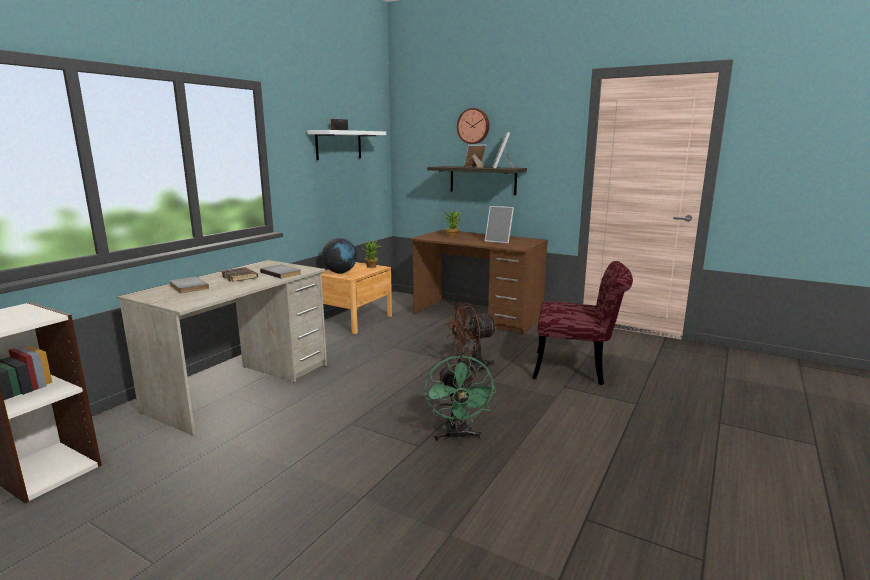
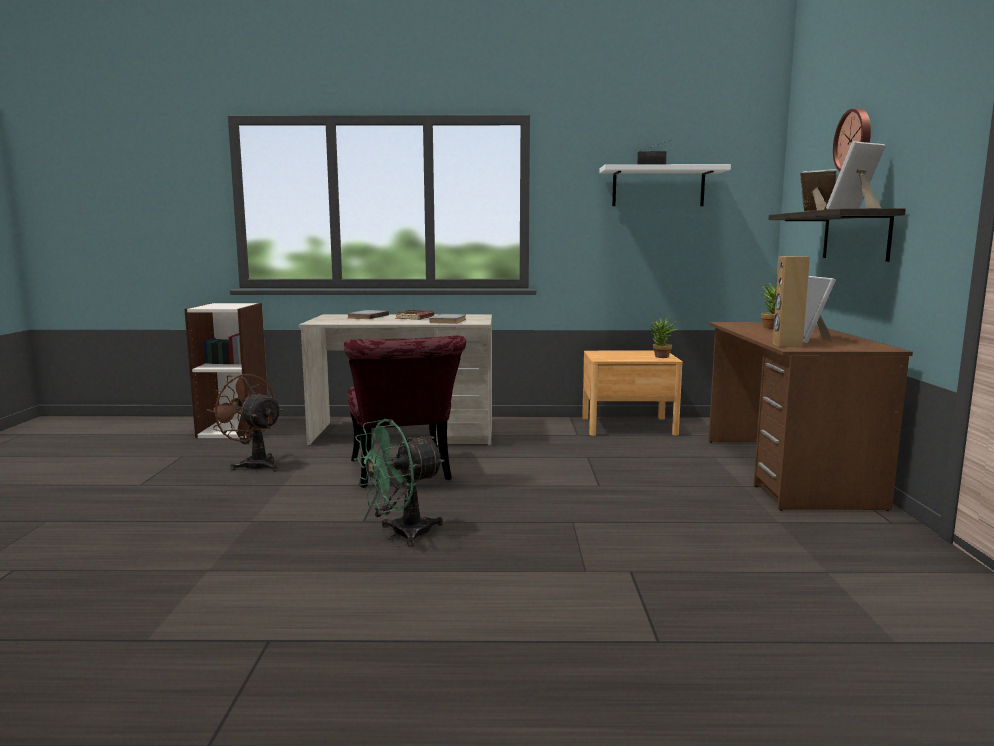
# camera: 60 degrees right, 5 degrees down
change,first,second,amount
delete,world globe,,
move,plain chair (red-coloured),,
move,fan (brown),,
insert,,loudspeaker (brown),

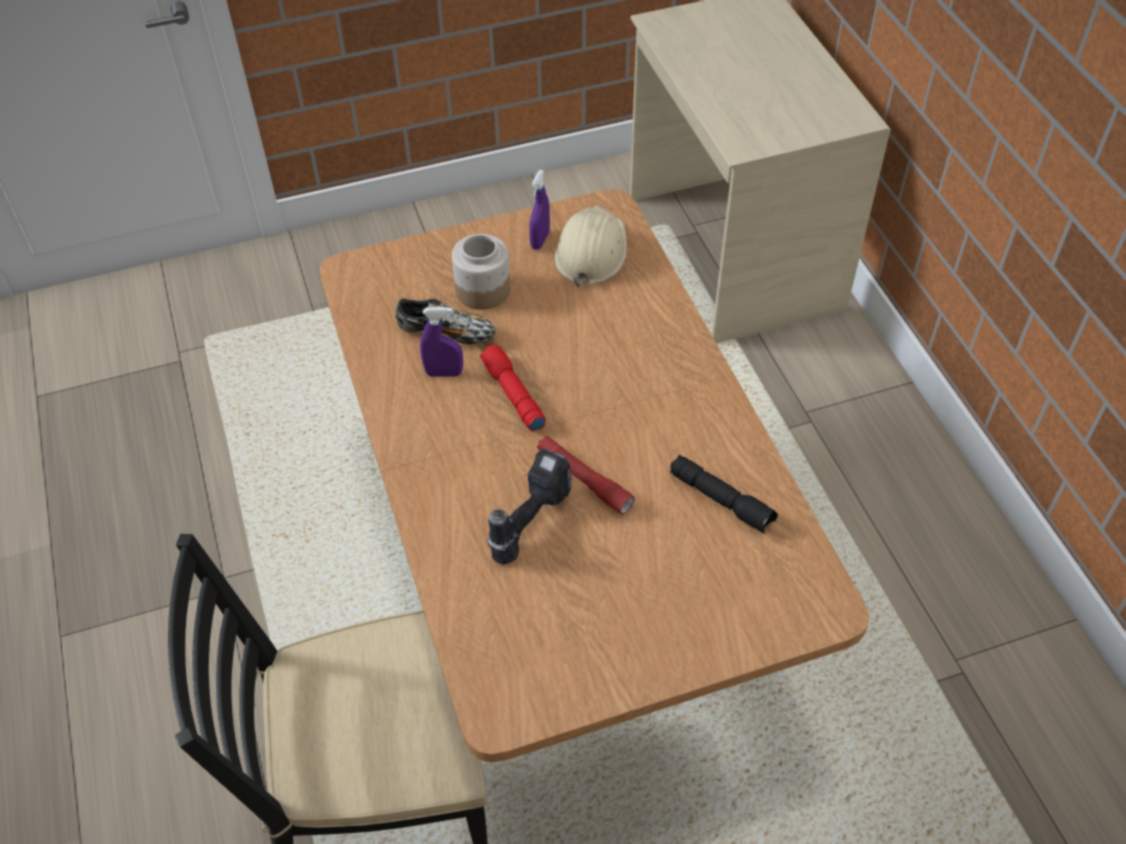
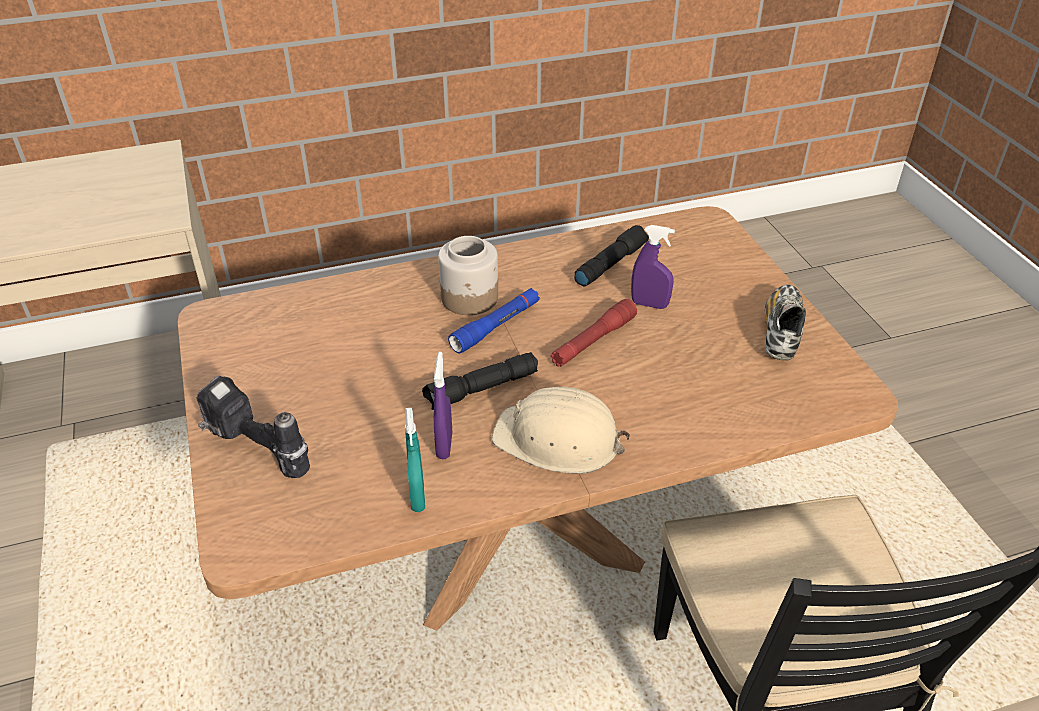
# camera: 90 degrees left, 10 degrees down
change,first,second,amount
move,sprayer (purplish) (2nd from left),,
move,hard hat (beige),,
move,storage jar,,
move,shoe,,
recolor,flashlight (red-coloured) (1st from left),flashlight (black-coloured) (1st from left),
move,electric drill,,
insert,,flashlight (bluish),
insert,,sprayer (turquoise-coloured),

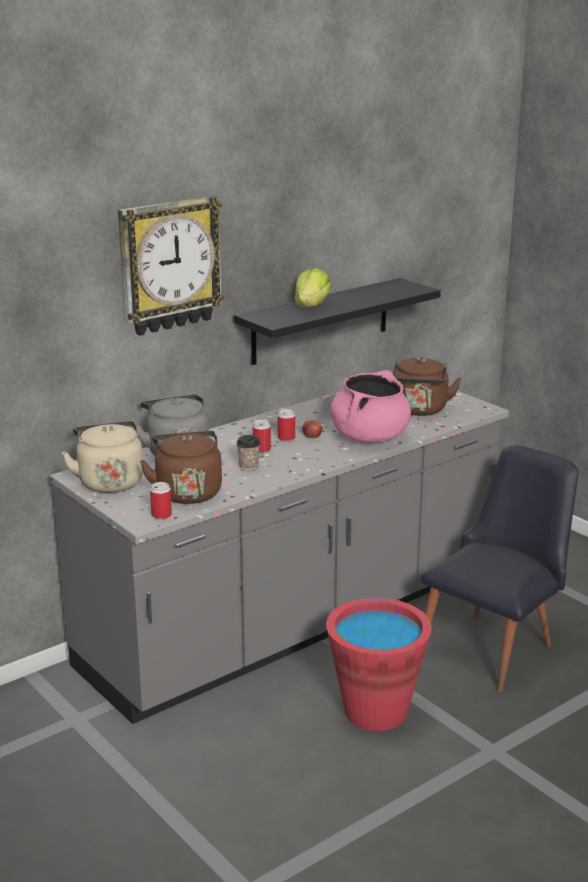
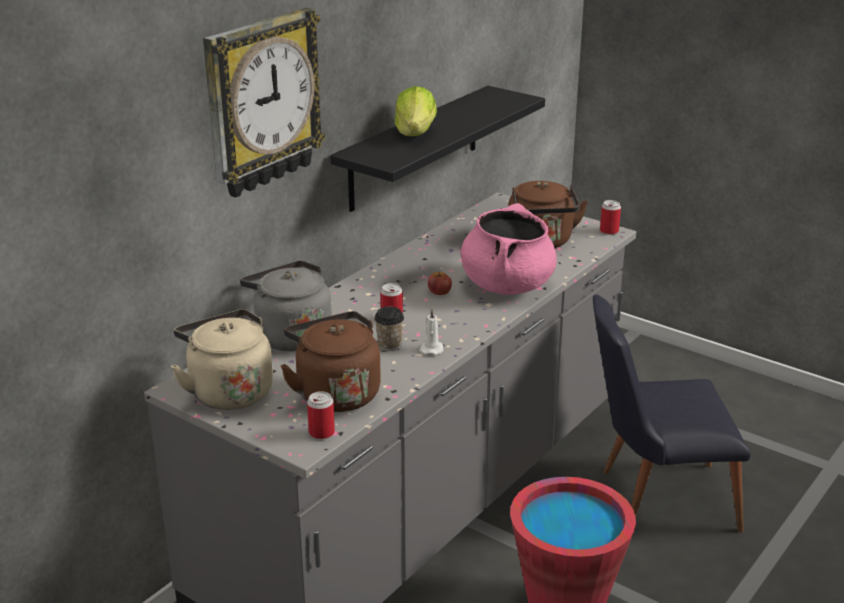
# camera: 15 degrees left, 5 degrees up
change,first,second,amount
move,can (3rd from left),,
rotate,plain chair (black-coloured),,120 degrees counterclockwise
insert,,candle (white-coloured),

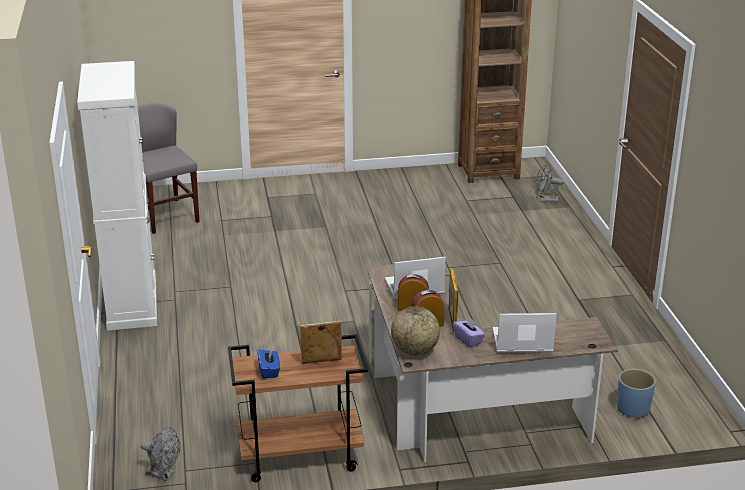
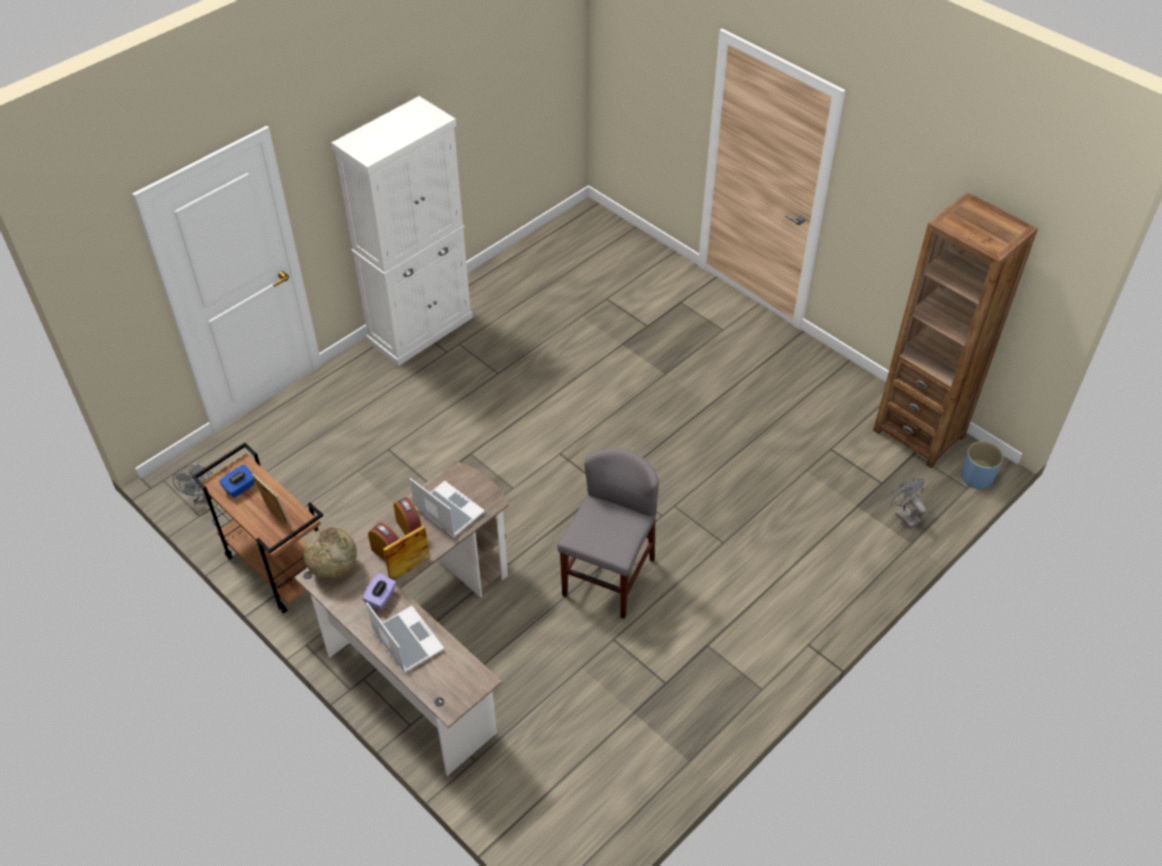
# camera: 55 degrees right, 20 degrees up
change,first,second,amount
move,plain chair (gray),,
move,planter (bluish),,

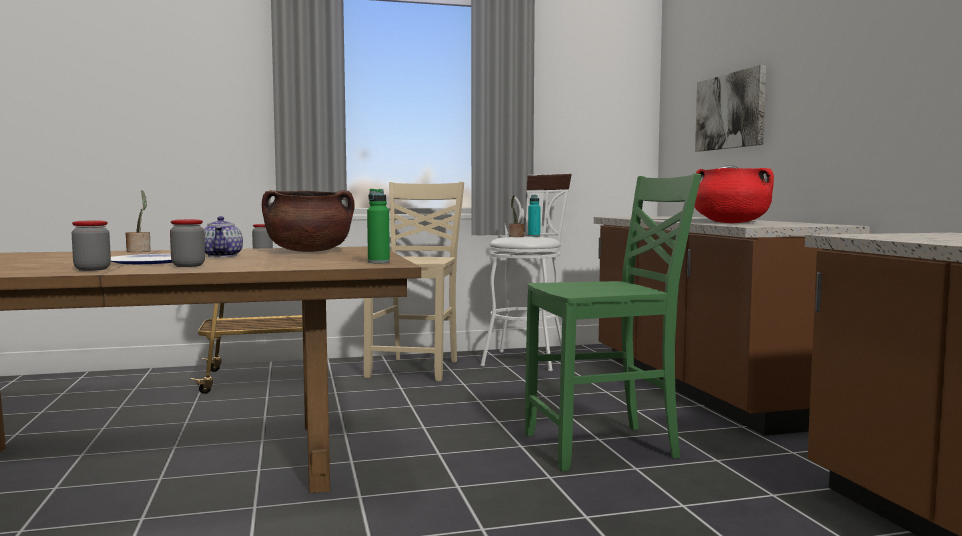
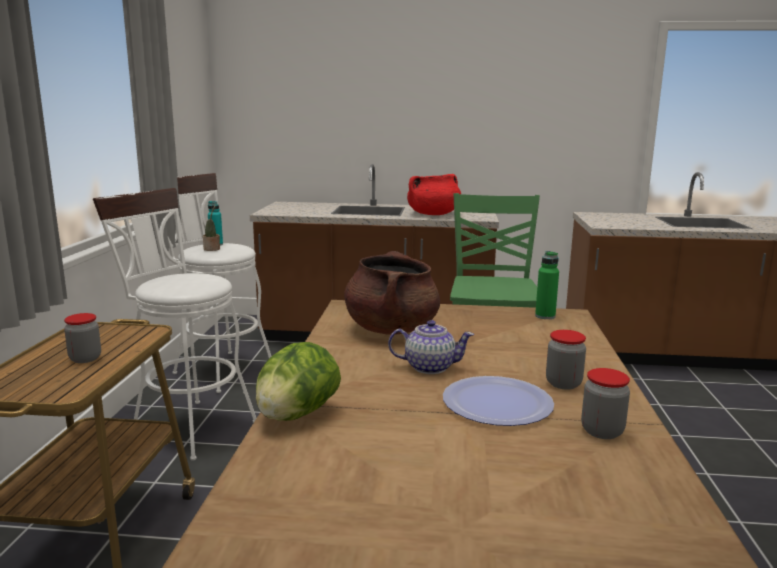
# camera: 70 degrees left, 10 degrees up
change,first,second,amount
delete,wall picture,,
replace,plain chair (beige),stool (white-coloured) (1st from left),
replace,potted plant (1st from left),lettuce head,

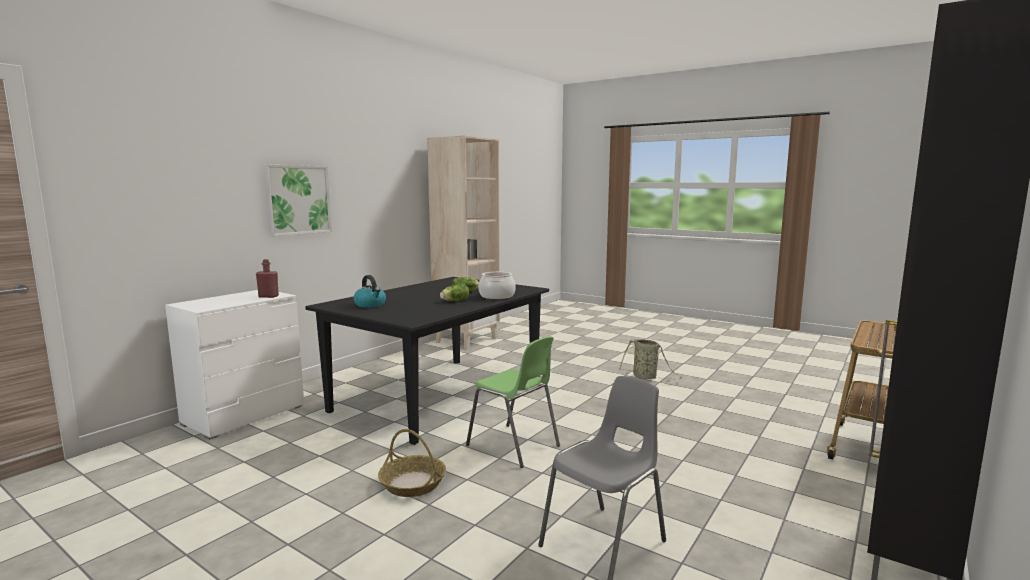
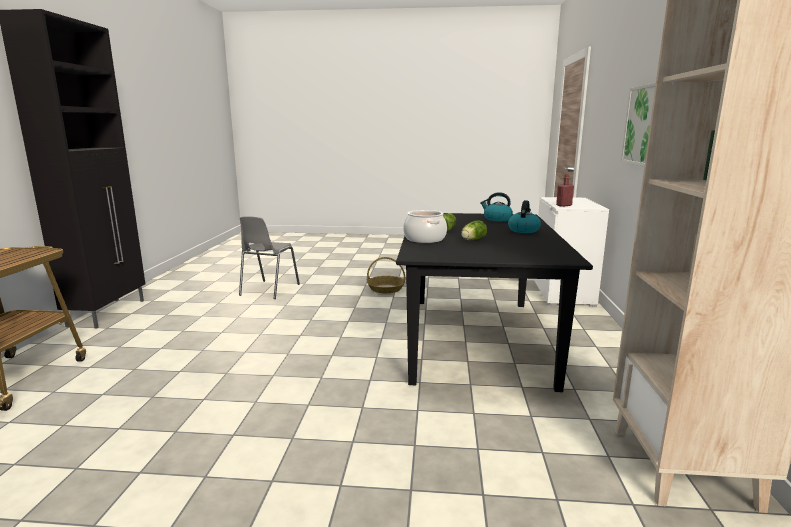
# camera: 150 degrees right, 5 degrees up
change,first,second,amount
delete,plain chair (green),,
delete,storage basket (2nd from left),,
insert,,water kettle (2nd from left),

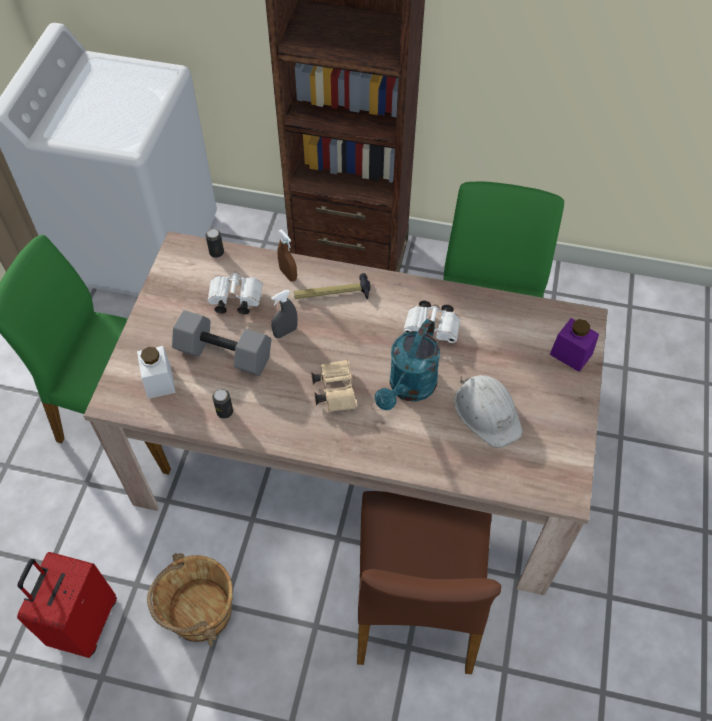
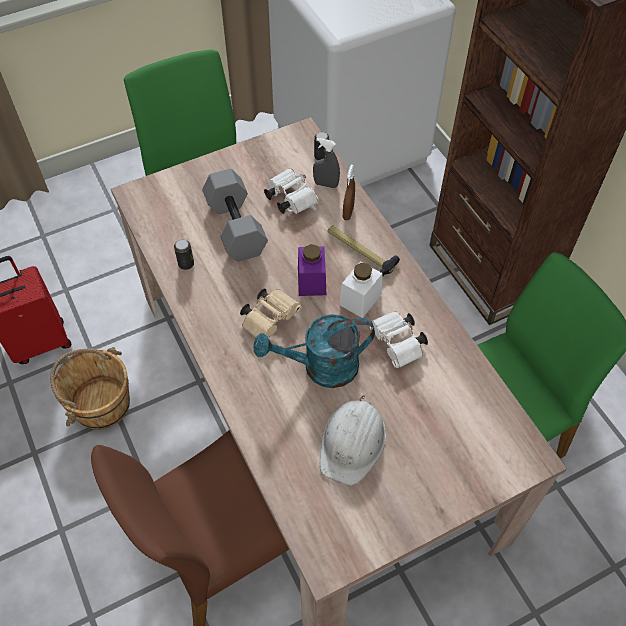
# camera: 50 degrees right, 0 degrees up
change,first,second,amount
move,sprayer (gray),,
move,storage jar (purplish),,
move,storage jar (white-coloured),,

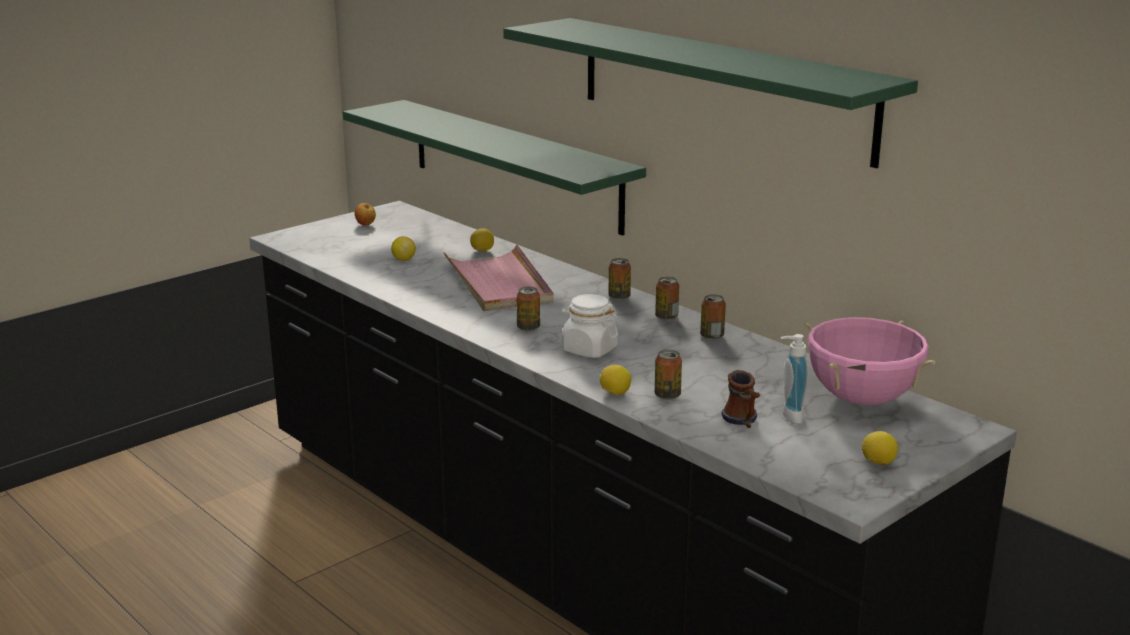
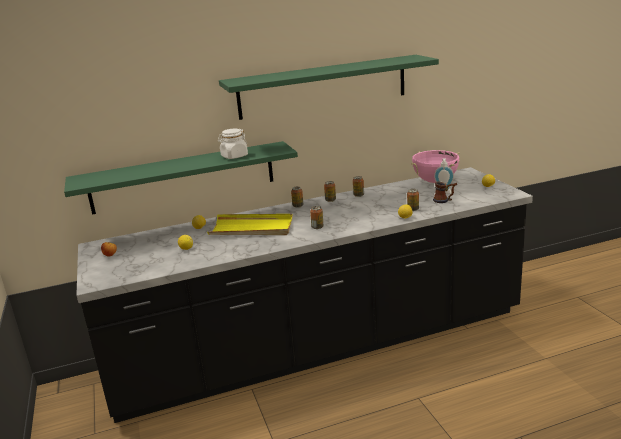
# camera: 65 degrees left, 0 degrees up
change,first,second,amount
recolor,serving tray (pink-coloured),serving tray (yellow-coloured),
move,storage jar (white-coloured),,

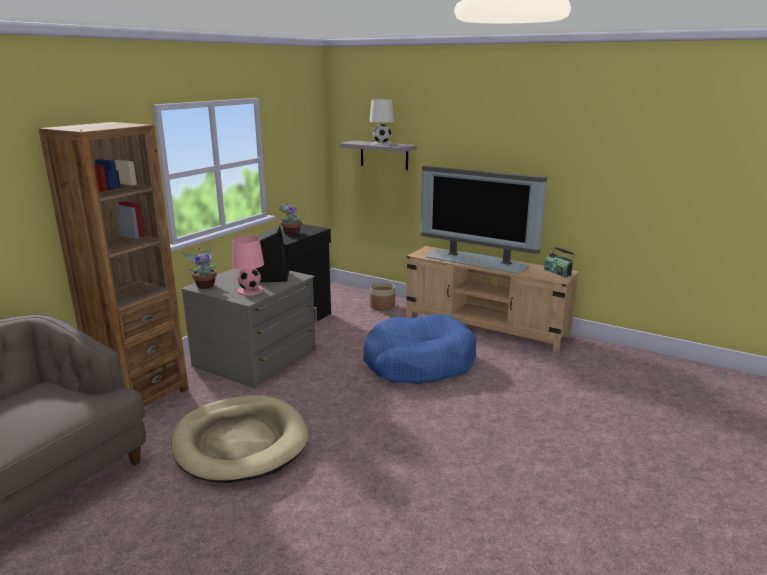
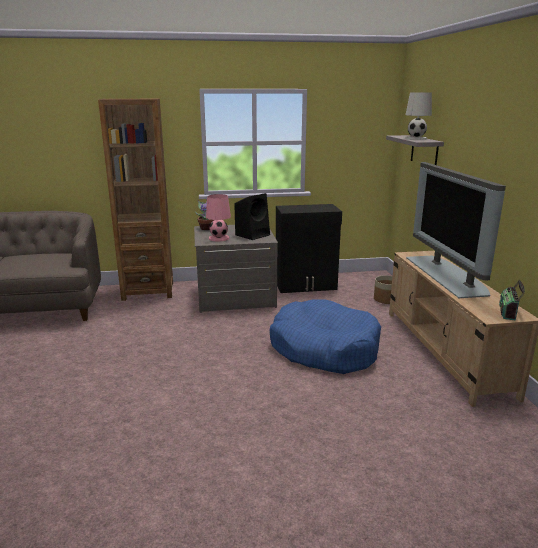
# camera: 50 degrees right, 0 degrees up
change,first,second,amount
delete,potted plant (2nd from left),,
delete,dog cushion (beige),,

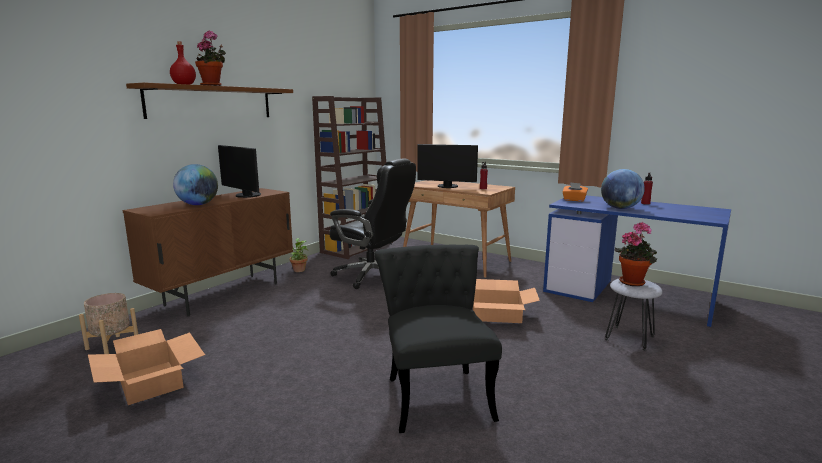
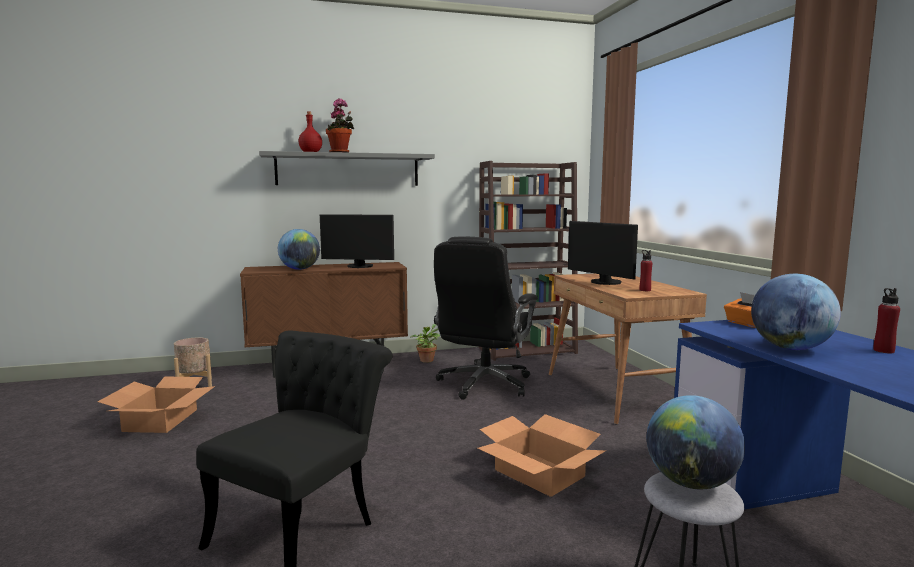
# camera: 40 degrees right, 5 degrees down
change,first,second,amount
recolor,wall shelf (brown),wall shelf (gray),
rotate,computer display (1st from left),,75 degrees counterclockwise
rotate,desk chair (black-coloured),,45 degrees clockwise
replace,potted plant (3rd from left),world globe (2nd from left),

